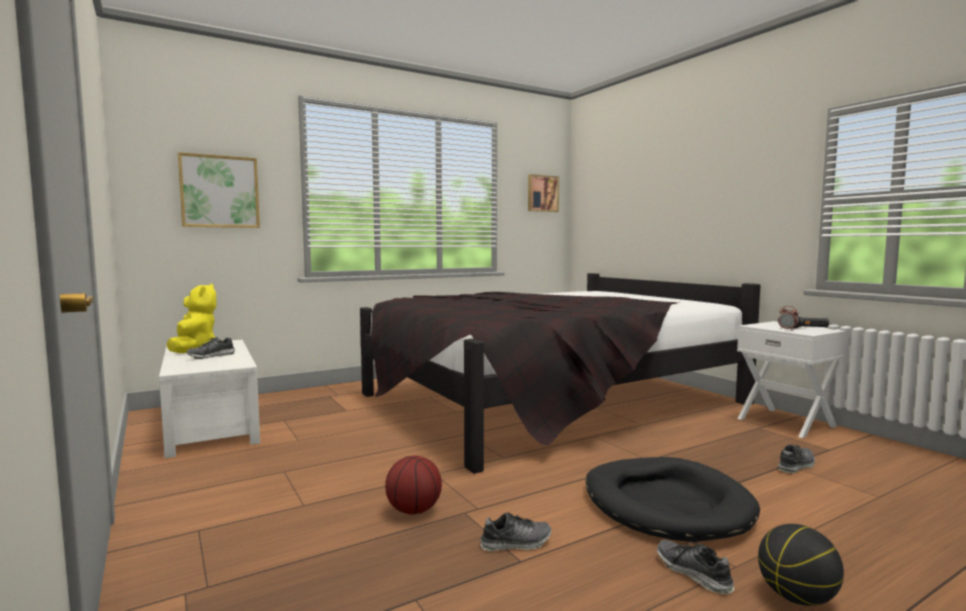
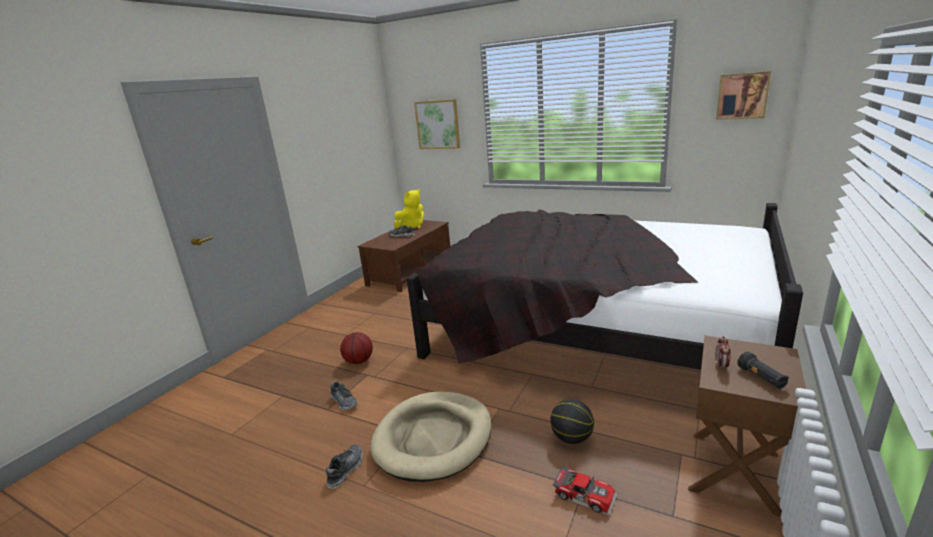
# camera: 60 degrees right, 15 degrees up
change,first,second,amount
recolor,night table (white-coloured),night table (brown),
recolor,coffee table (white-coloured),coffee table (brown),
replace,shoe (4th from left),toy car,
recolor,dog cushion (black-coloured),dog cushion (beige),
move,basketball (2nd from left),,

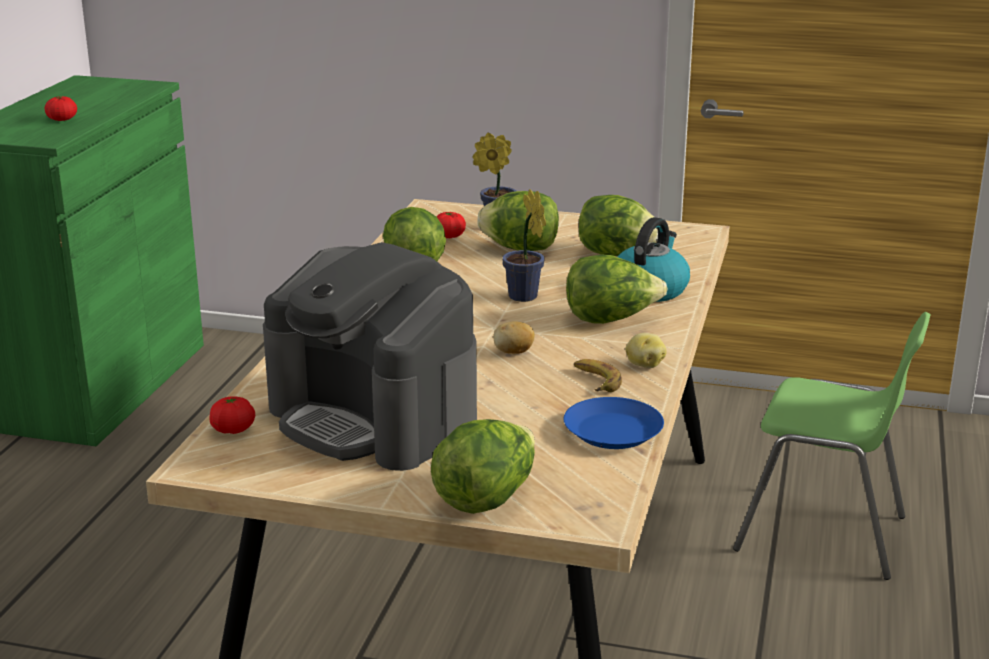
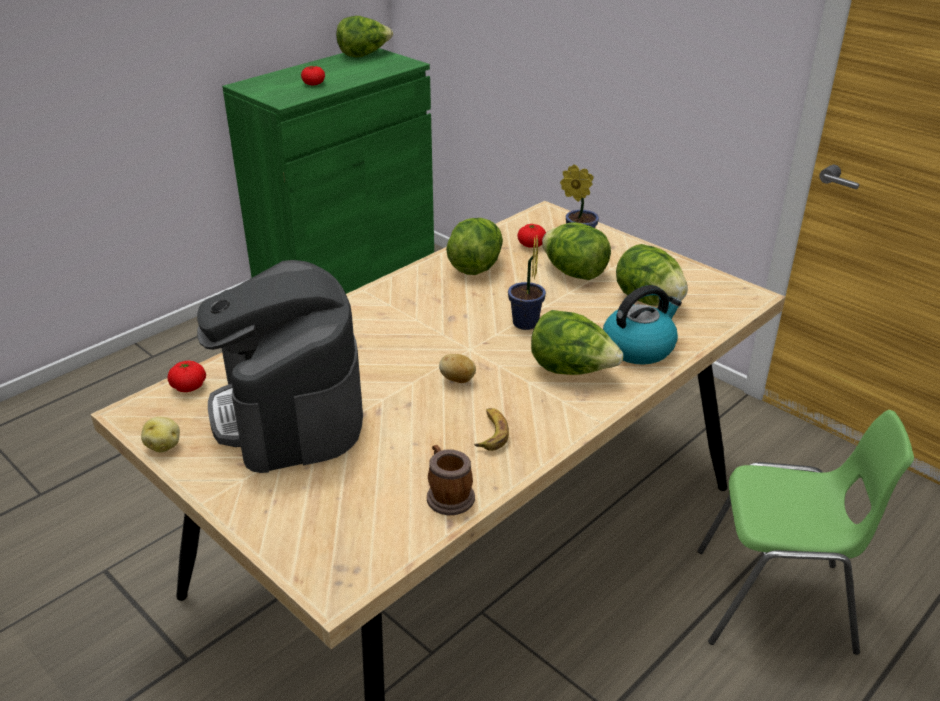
# camera: 30 degrees right, 10 degrees up
change,first,second,amount
rotate,plain chair (green),,45 degrees counterclockwise
move,spud (2nd from left in the first image),spud (1st from left),
replace,dinner plate (bluish),mug,
move,lettuce head (2nd from left in the first image),lettuce head (1st from left),

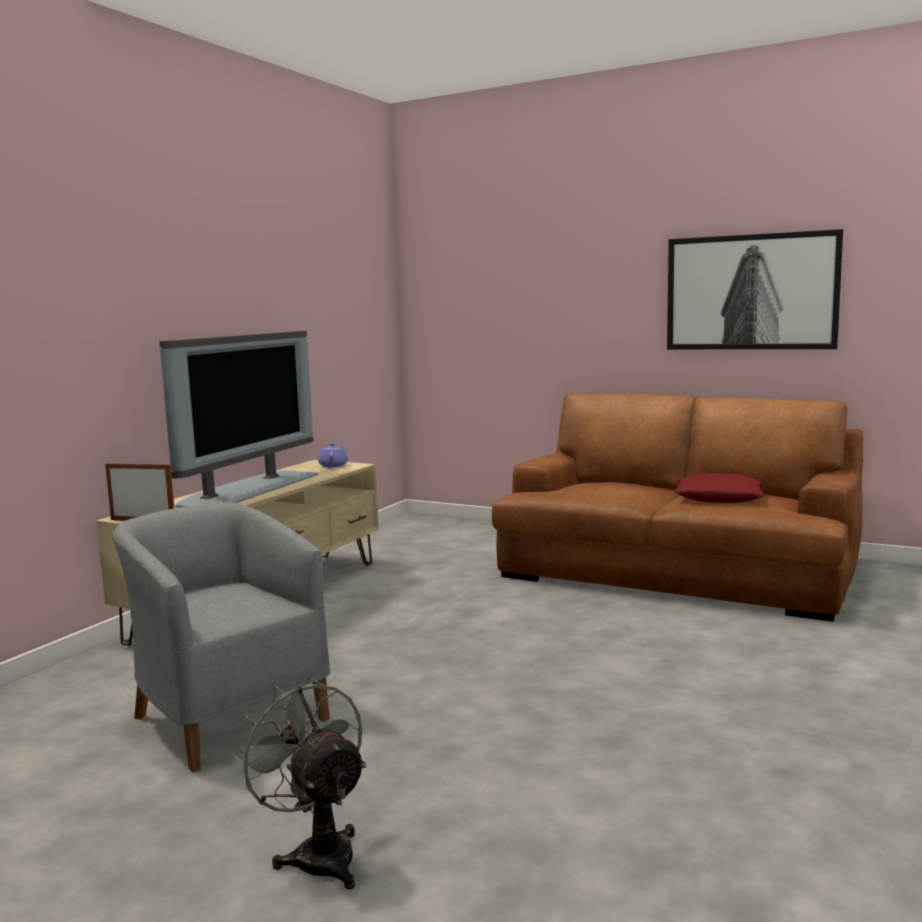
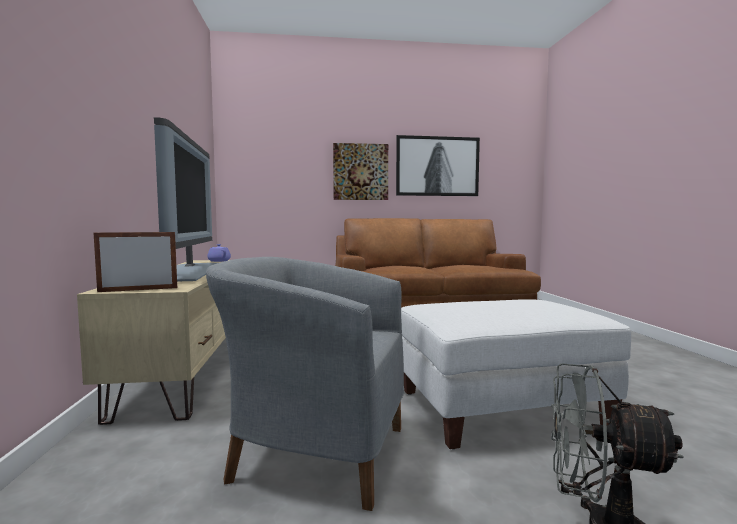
# camera: 35 degrees left, 5 degrees down
change,first,second,amount
delete,throw pillow (red-coloured),,
insert,,wall picture (1st from left),
insert,,footrest (white-coloured),

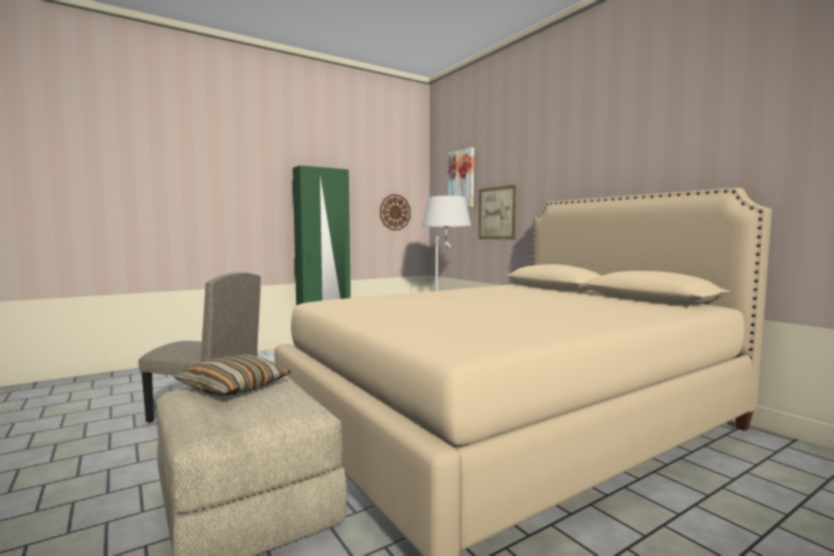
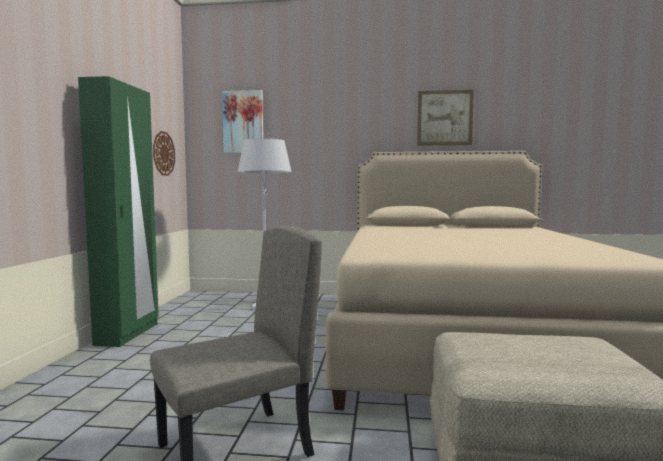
# camera: 50 degrees left, 0 degrees up
change,first,second,amount
move,wall picture (2nd from left),,
delete,throw pillow,,

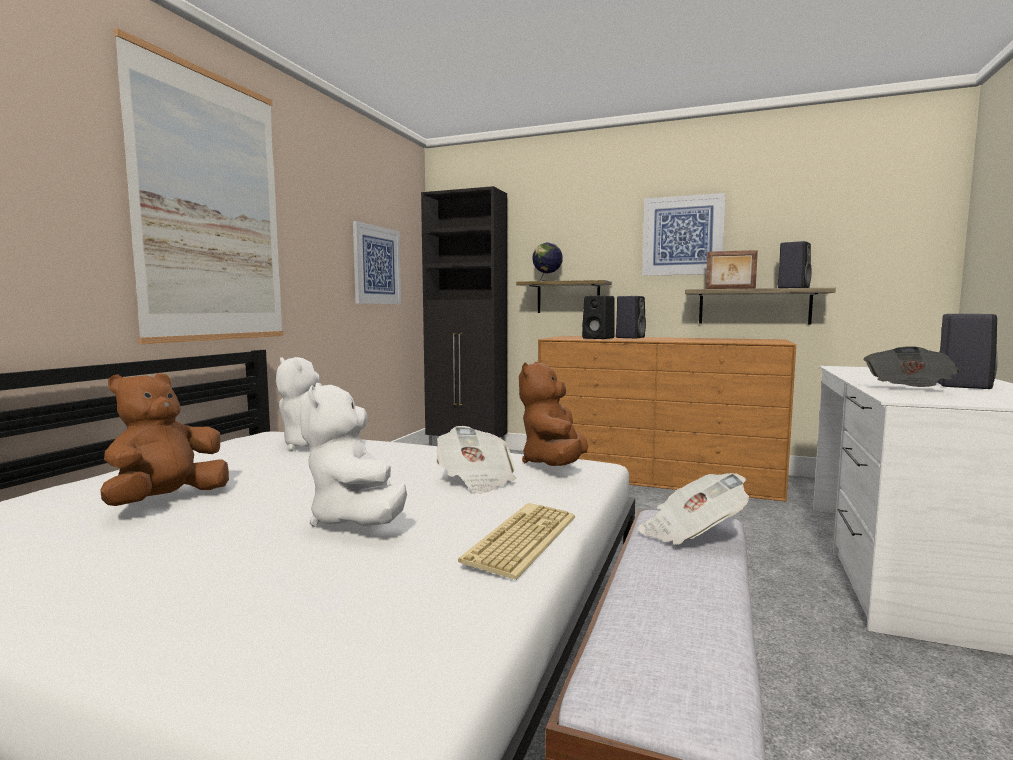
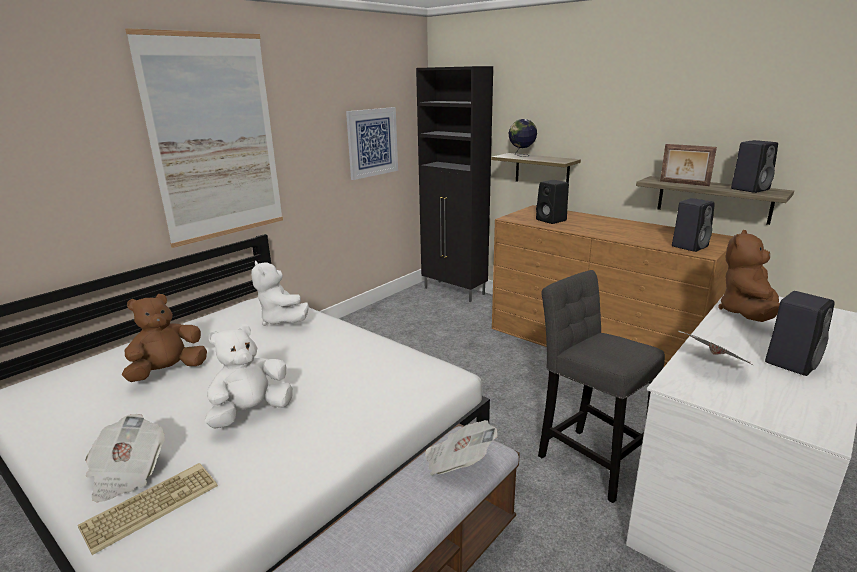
# camera: 20 degrees right, 15 degrees up
change,first,second,amount
delete,wall picture (3rd from left),,
move,loudspeaker (black-coloured) (2nd from left),,
move,cuddly toy (brown) (2nd from left),,
rotate,cuddly toy (white-coloured) (2nd from left in the first image),cuddly toy (white-coloured) (1st from left),45 degrees clockwise
move,newspaper (1st from left),,
move,computer keyboard,,
insert,,stool (gray),

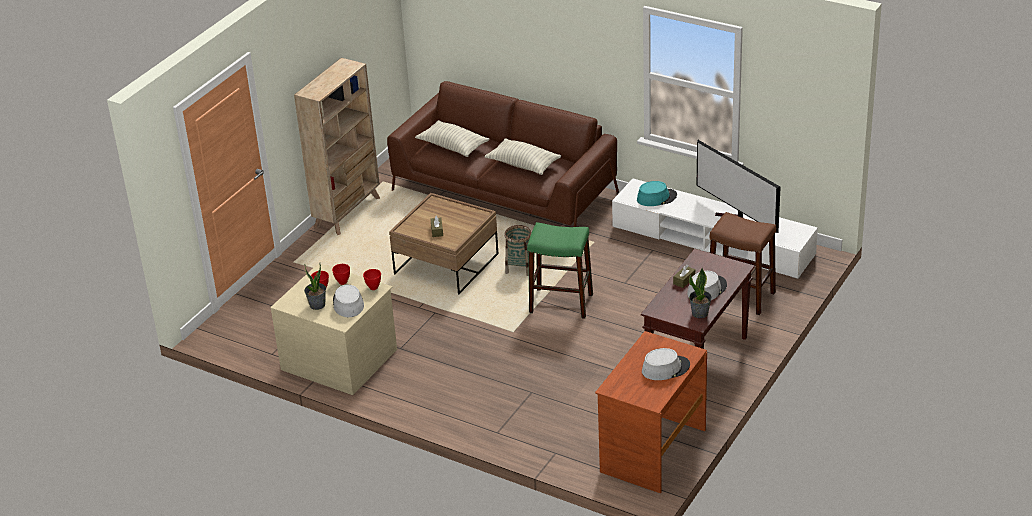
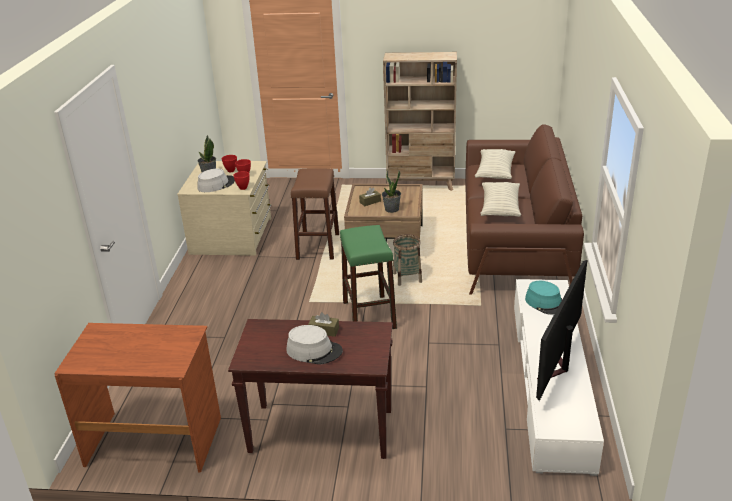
# camera: 65 degrees right, 5 degrees down
change,first,second,amount
move,stool (brown),,
move,potted plant (2nd from left),,
delete,hat (gray) (2nd from left),,

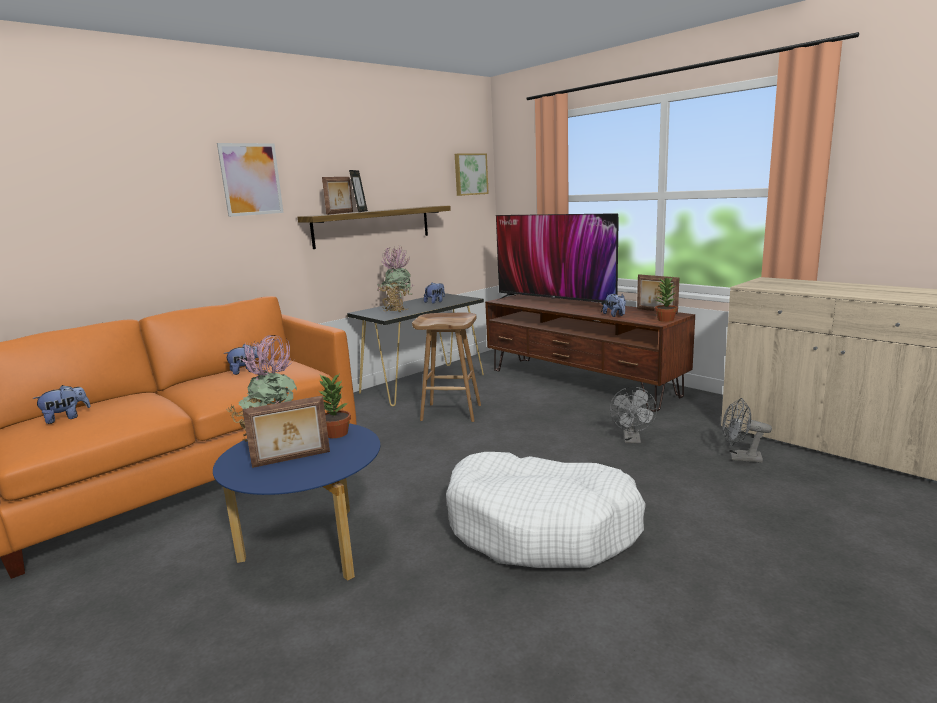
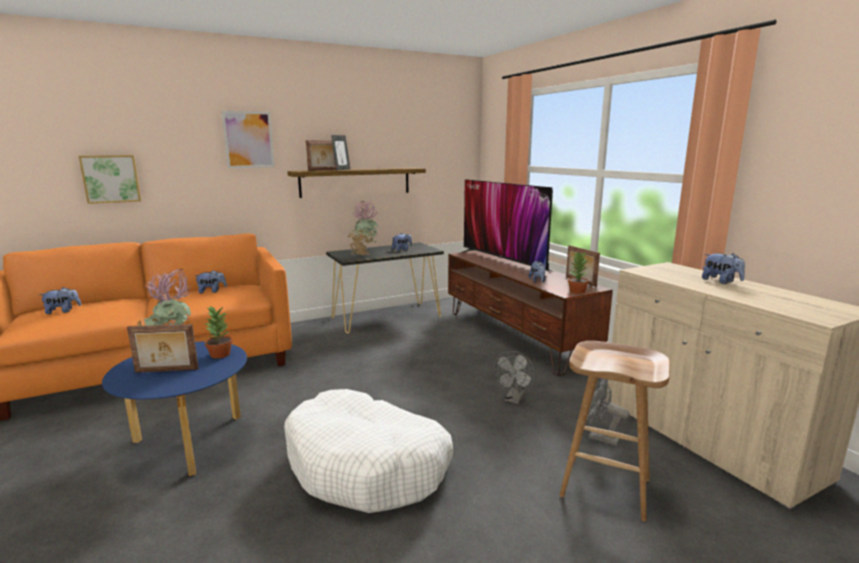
# camera: 15 degrees right, 0 degrees up
change,first,second,amount
move,wall picture (2nd from left in the first image),wall picture (1st from left),
move,stool (brown),,
insert,,cuddly toy (5th from left),

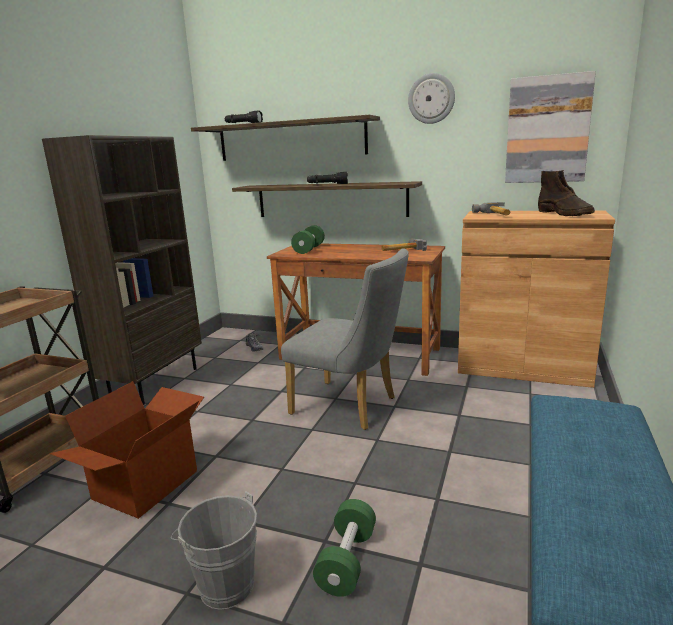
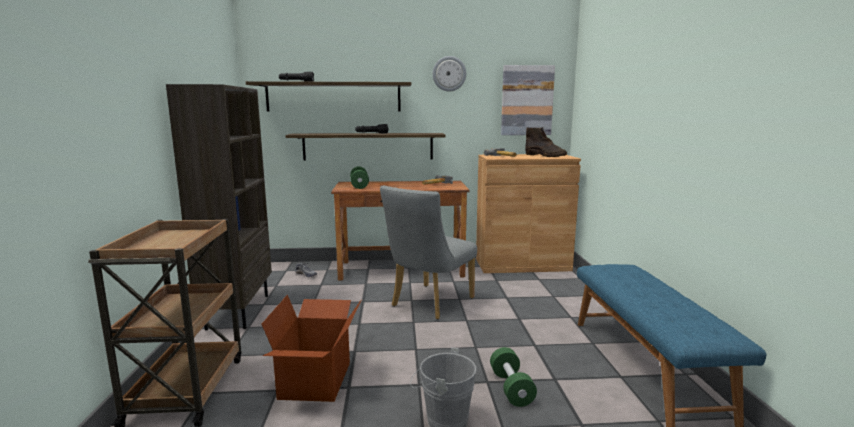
# camera: 25 degrees left, 5 degrees down
change,first,second,amount
rotate,plain chair (gray),,120 degrees clockwise

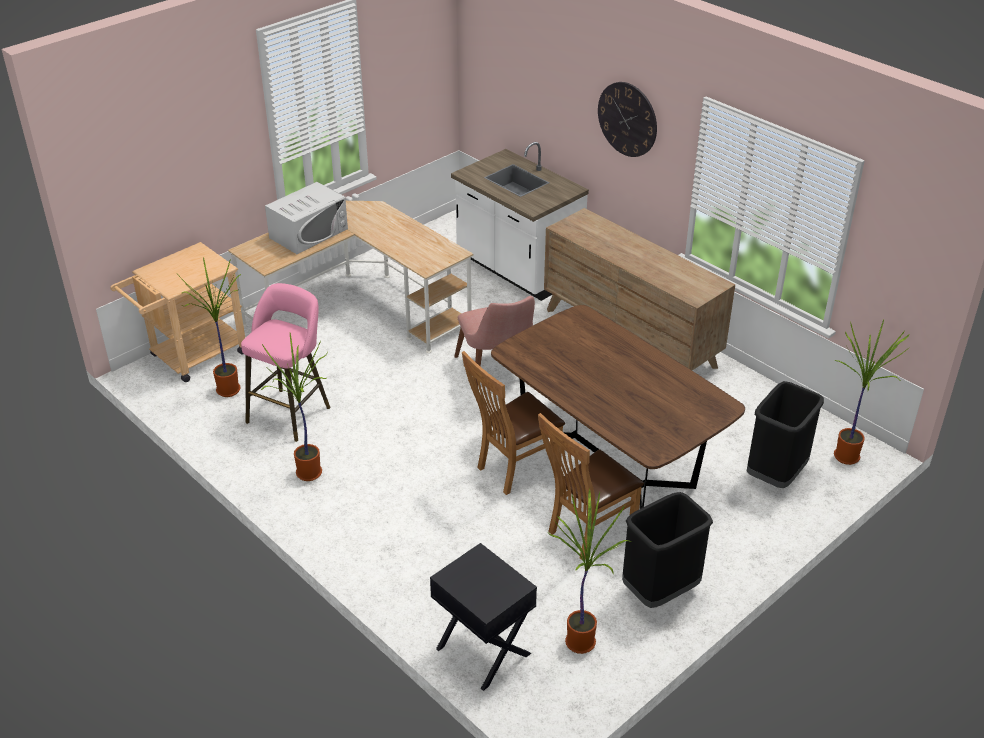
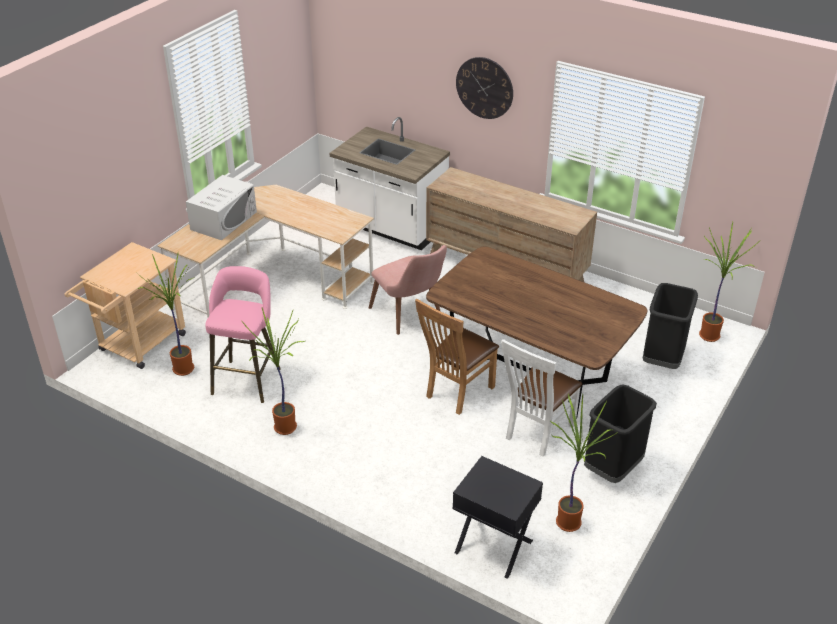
# camera: 15 degrees left, 0 degrees up
change,first,second,amount
recolor,plain chair (brown) (2nd from left),plain chair (white-coloured),

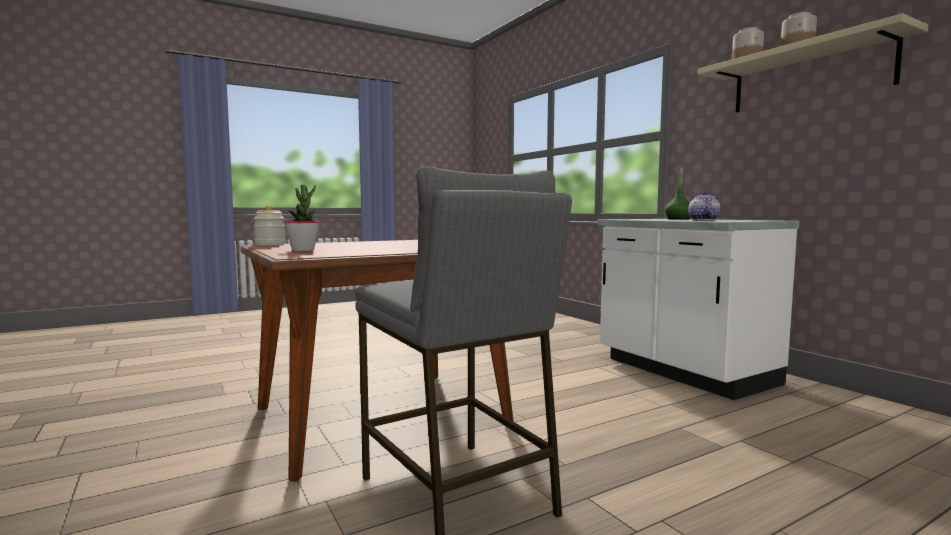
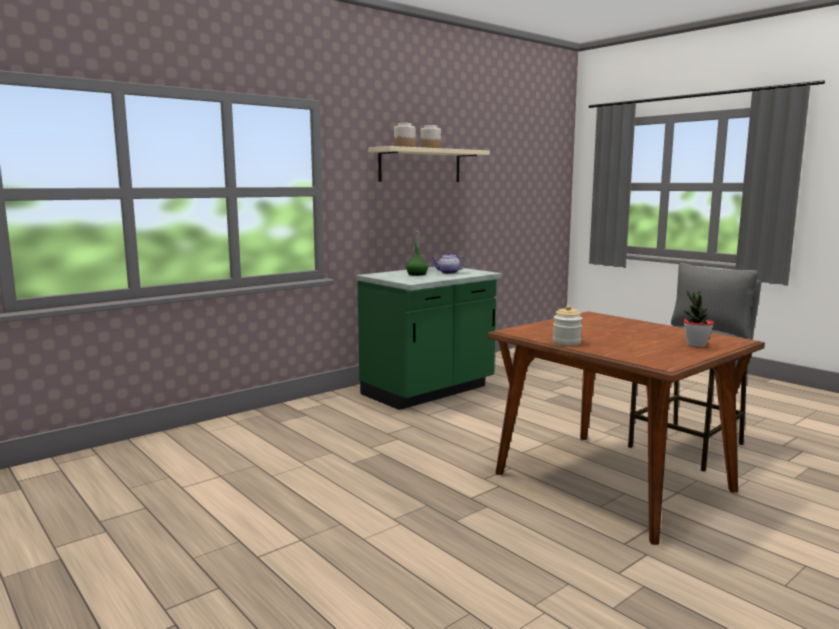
# camera: 100 degrees left, 5 degrees up
change,first,second,amount
move,storage jar (1st from left in the first image),storage jar (3rd from left),
recolor,kitchen counter (white-coloured),kitchen counter (green),

